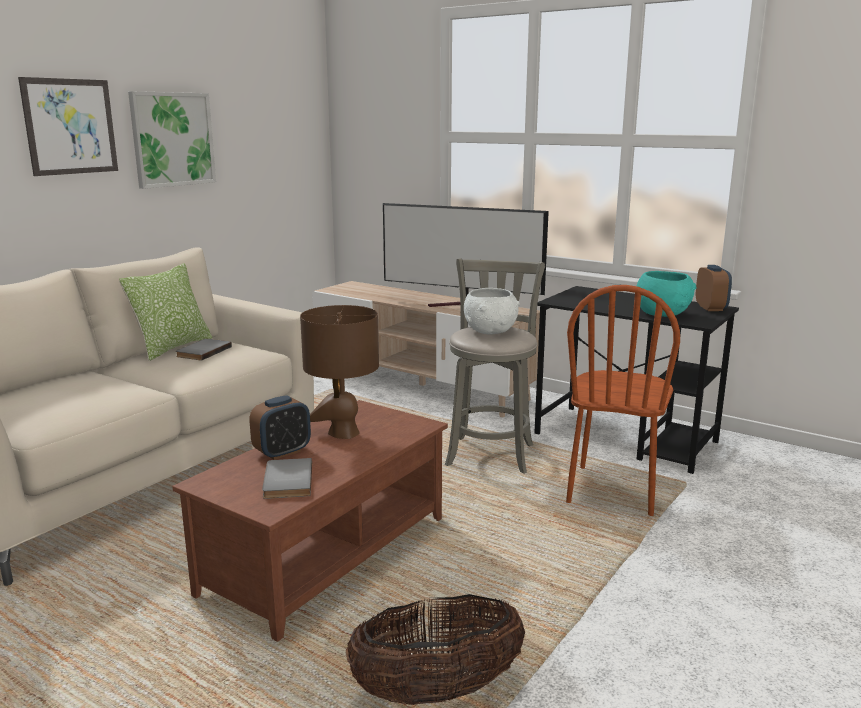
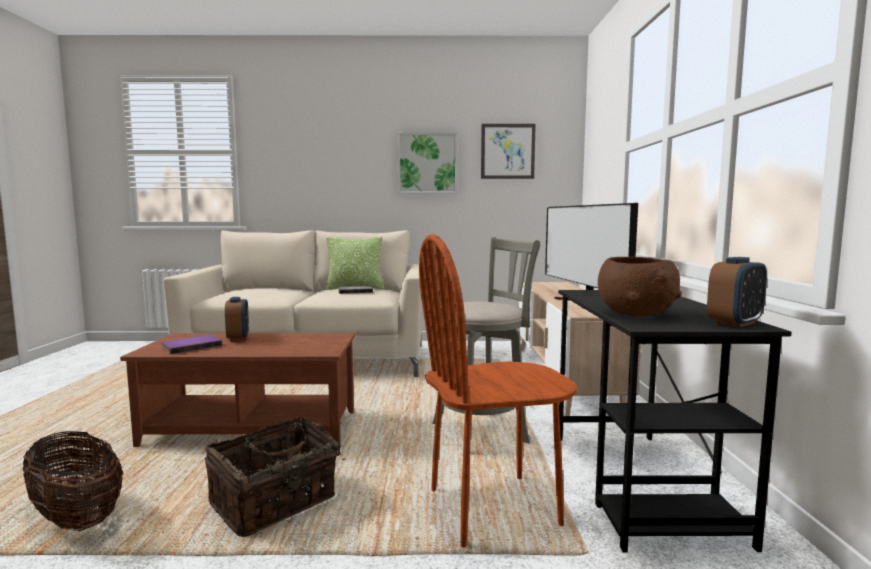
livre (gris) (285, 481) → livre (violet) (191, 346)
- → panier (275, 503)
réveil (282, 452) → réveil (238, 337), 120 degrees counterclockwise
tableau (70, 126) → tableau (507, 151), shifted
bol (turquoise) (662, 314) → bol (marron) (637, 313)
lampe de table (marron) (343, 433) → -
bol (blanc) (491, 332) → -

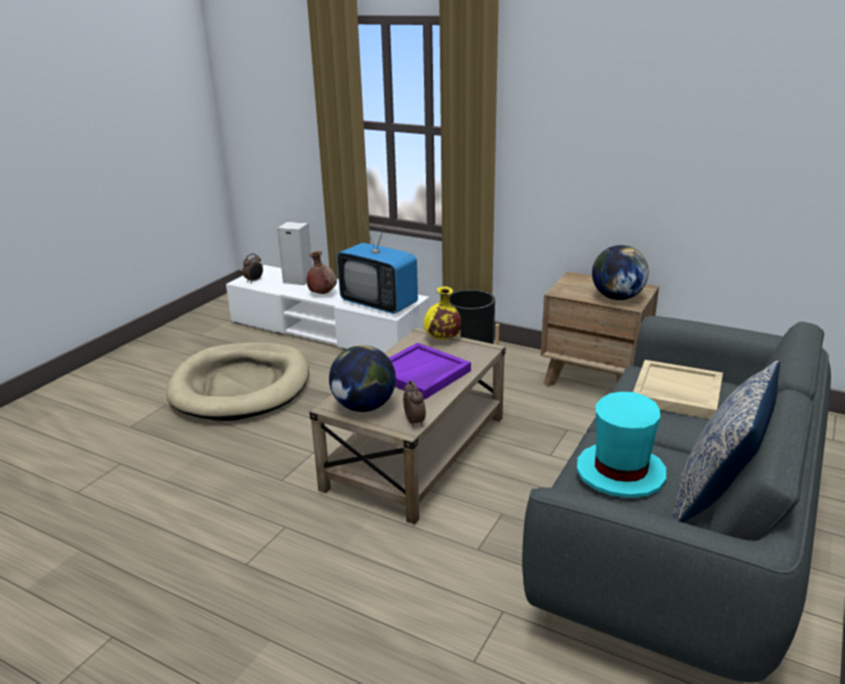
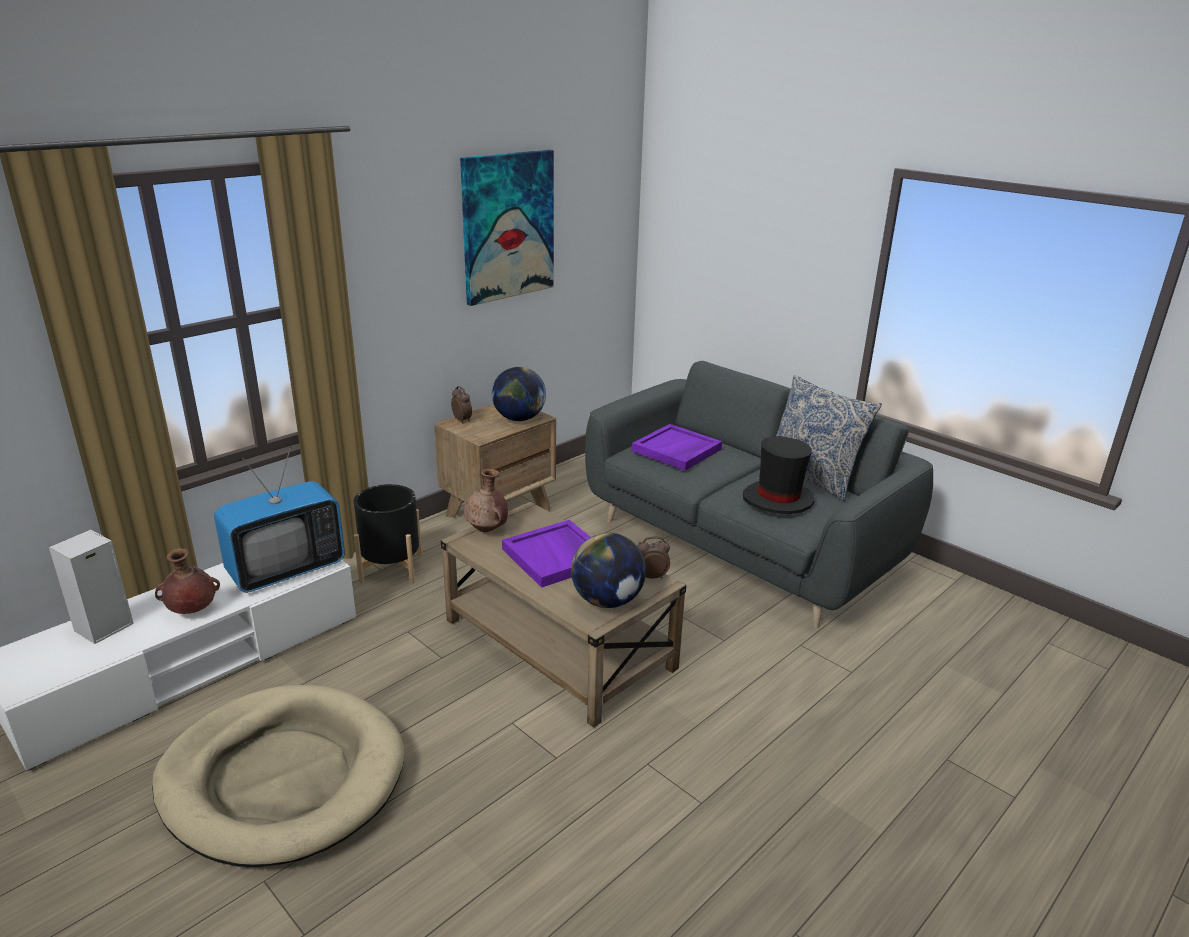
réveil (254, 281) → réveil (462, 420), shifted
- → tableau (508, 226)
vase (jaune) (442, 339) → vase (marron) (487, 530)
plateau (beige) (676, 393) → plateau (violet) (676, 450)
chapeau (turquoise) (620, 472) → chapeau (noir) (778, 499)

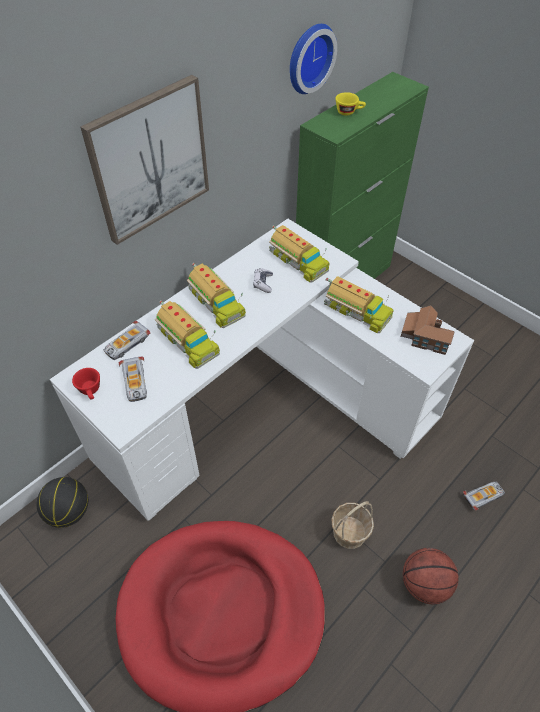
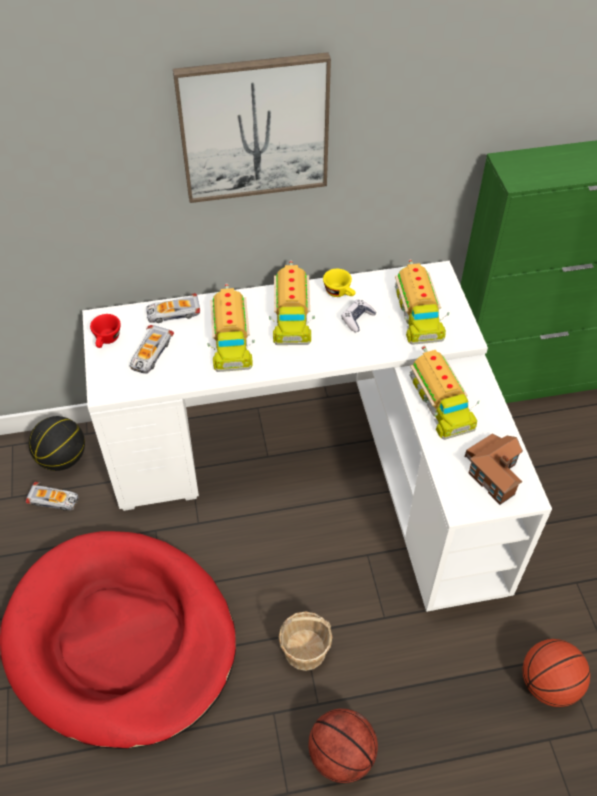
petite voiture (483, 496) → petite voiture (54, 500), shifted
tasse (jaune) (349, 112) → tasse (jaune) (340, 293), shifted
- → ballon de basket (548, 684)
horloge murale (308, 57) → -

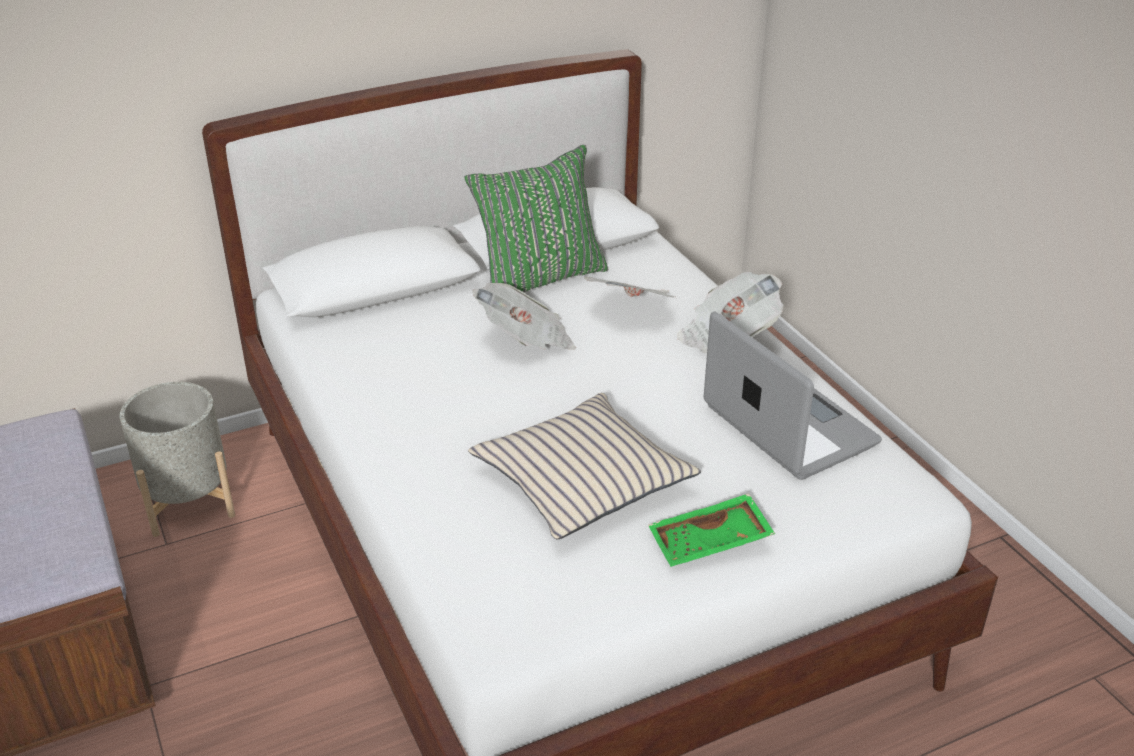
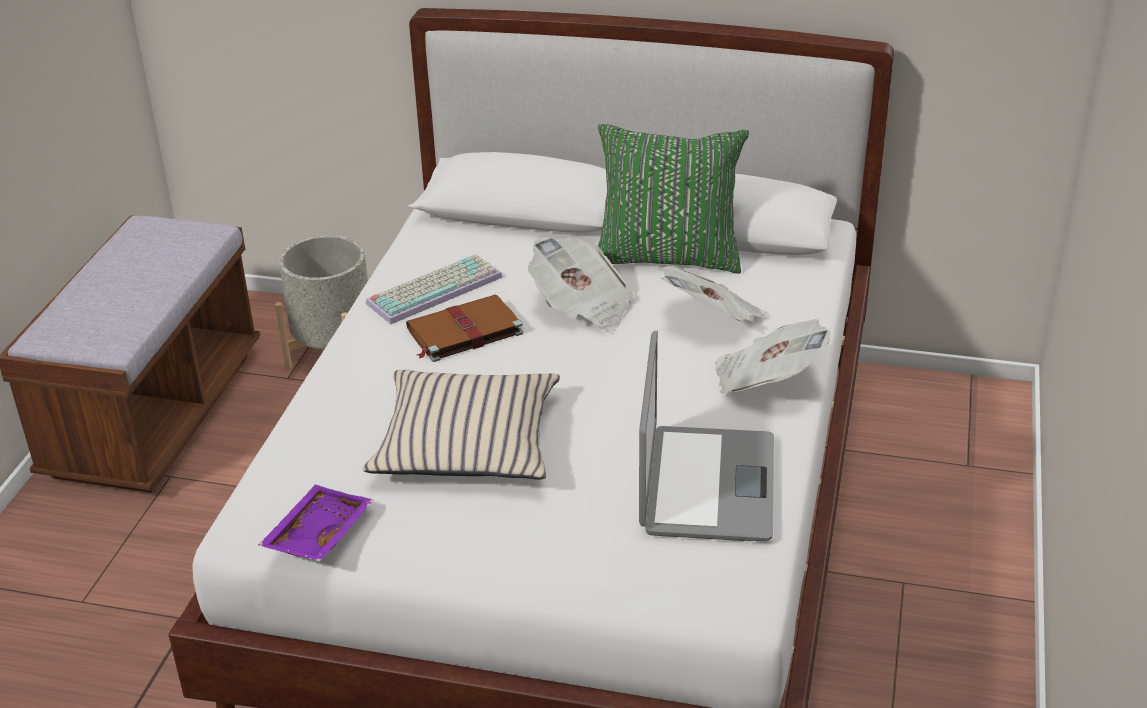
- → plateau (violet) (317, 534)
- → clavier (434, 288)
- → livre (marron) (463, 332)
plateau (vert) (710, 543) → -

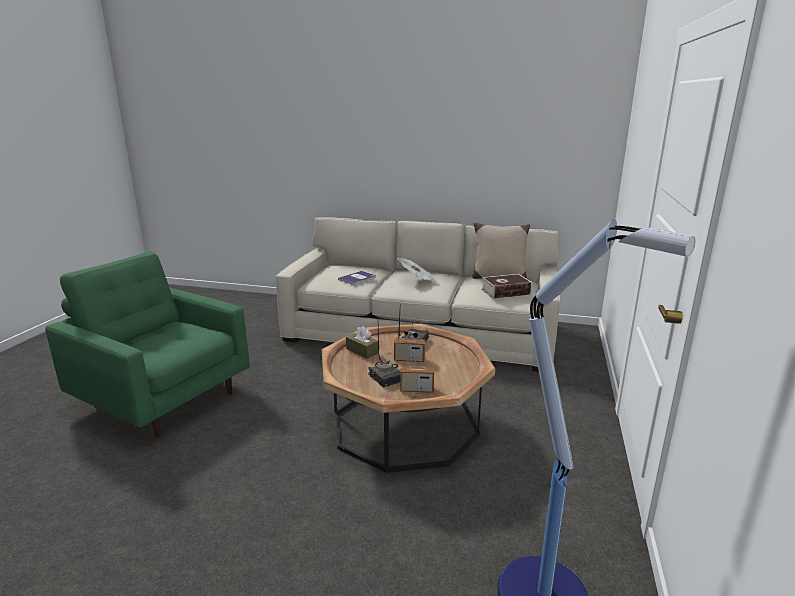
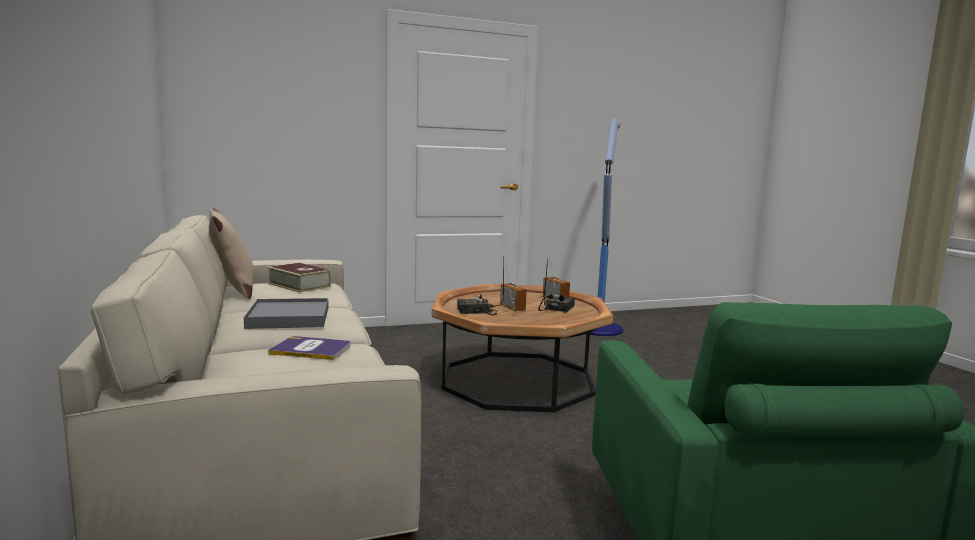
journal (418, 281) → plateau (gris) (288, 317)
boîte à mouchoirs (marron) (362, 351) → -

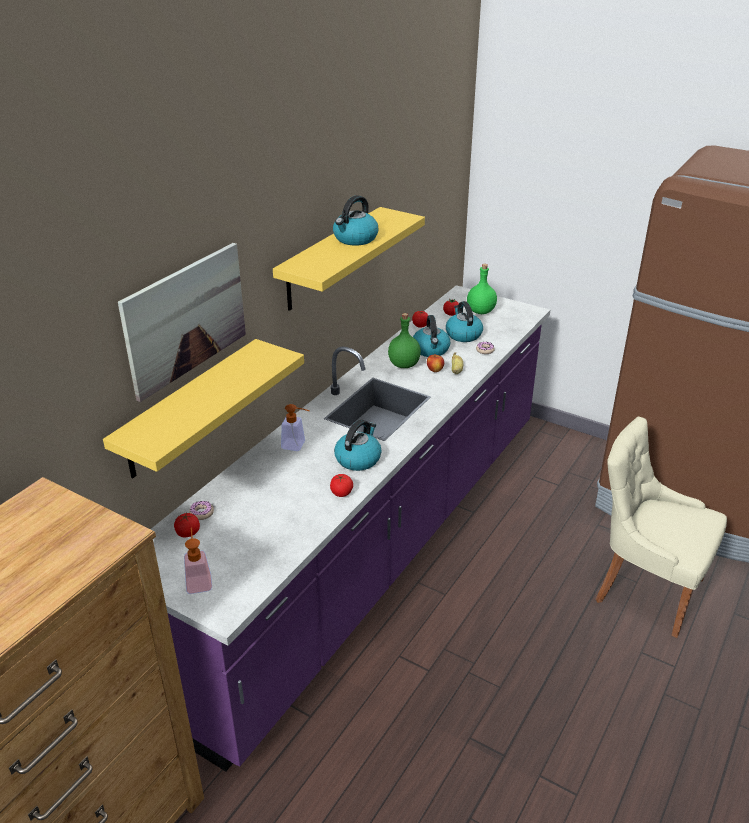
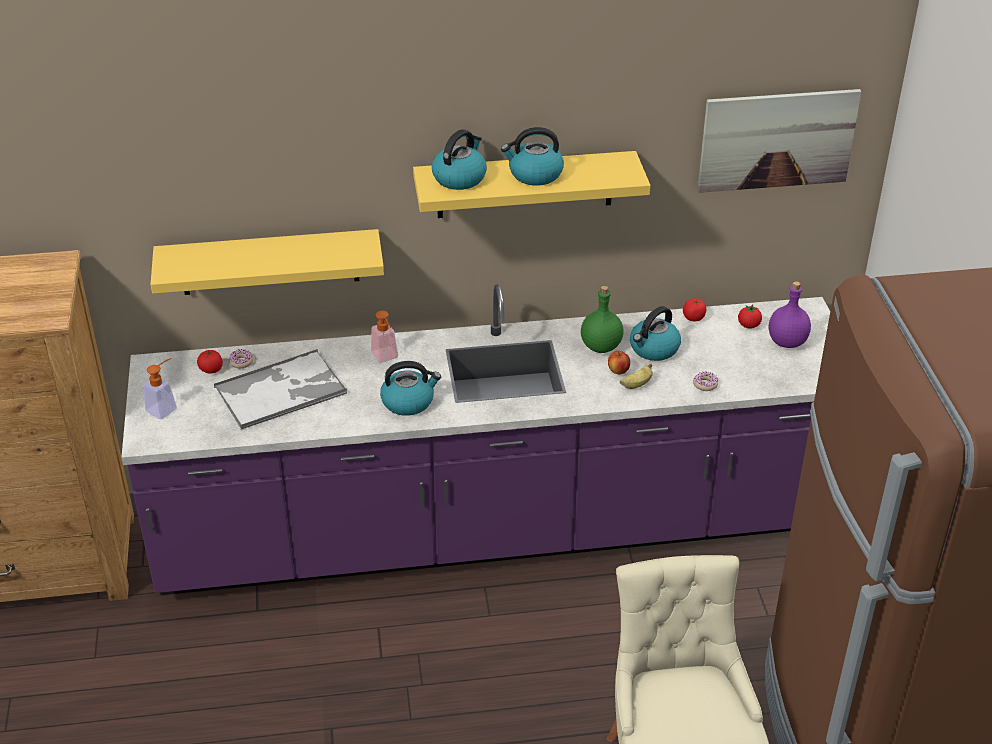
- → plateau (281, 390)
bouilloire (463, 334) → bouilloire (459, 178), shifted
tableau (186, 319) → tableau (777, 140), shifted
bouteille (vert) (481, 311) → bouteille (violet) (786, 342)
tomate (341, 493) → -

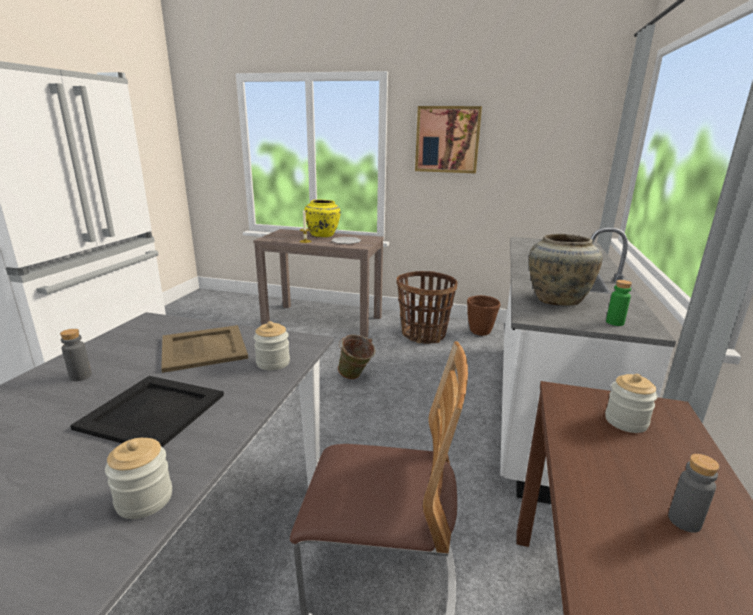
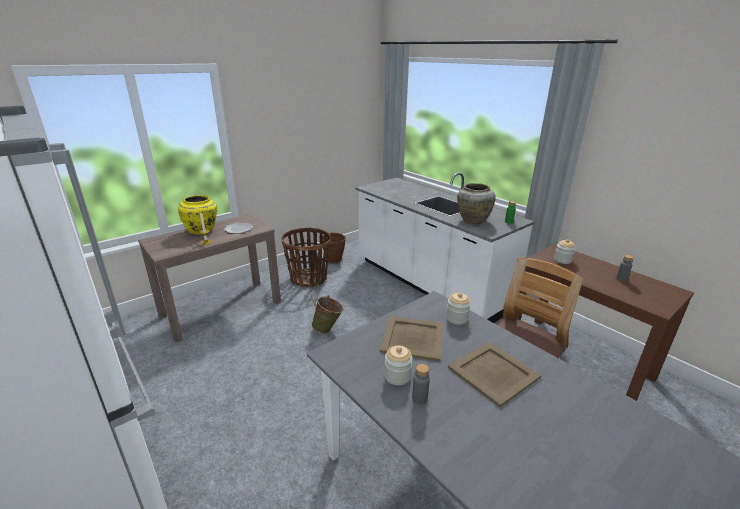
bocal (144, 499) → bocal (397, 376), shifted
plateau (noir) (151, 411) → plateau (beige) (493, 373)
tableau (447, 139) → -

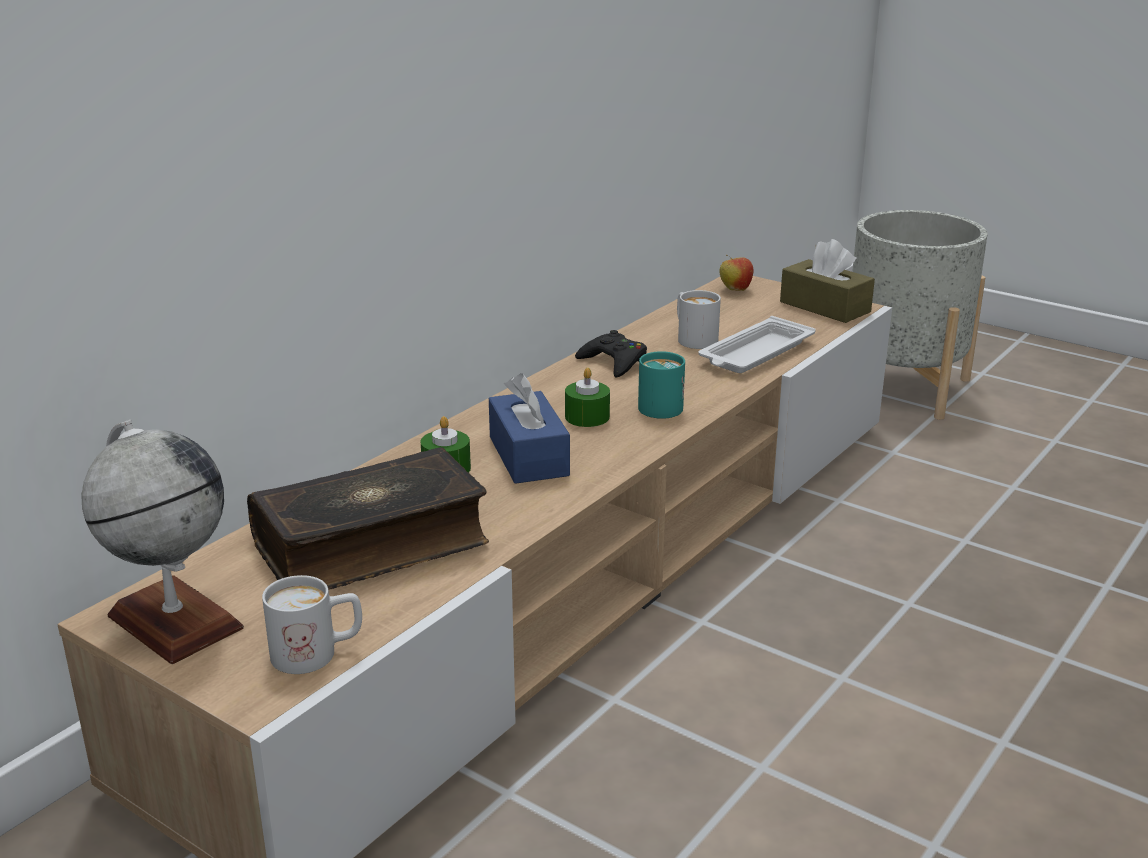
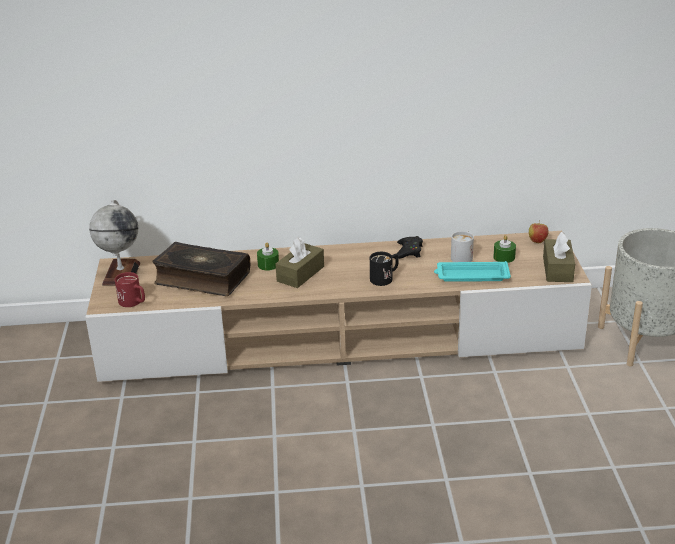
mug (blanc) (317, 653) → mug (rouge) (133, 302)
boîte à mouchoirs (bleu) (528, 456) → boîte à mouchoirs (marron) (300, 274)
mug (turquoise) (660, 404) → mug (noir) (385, 278)
plateau (blanc) (755, 354) → plateau (turquoise) (471, 276)
bougie (vert) (587, 417) → bougie (vert) (504, 257), shifted

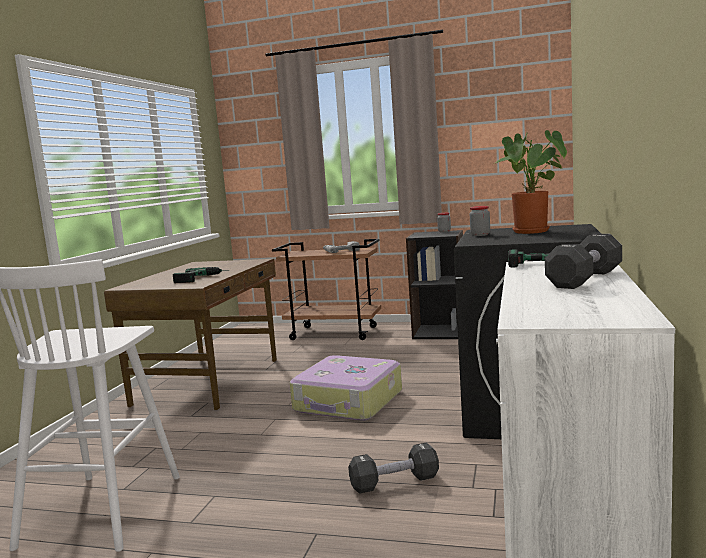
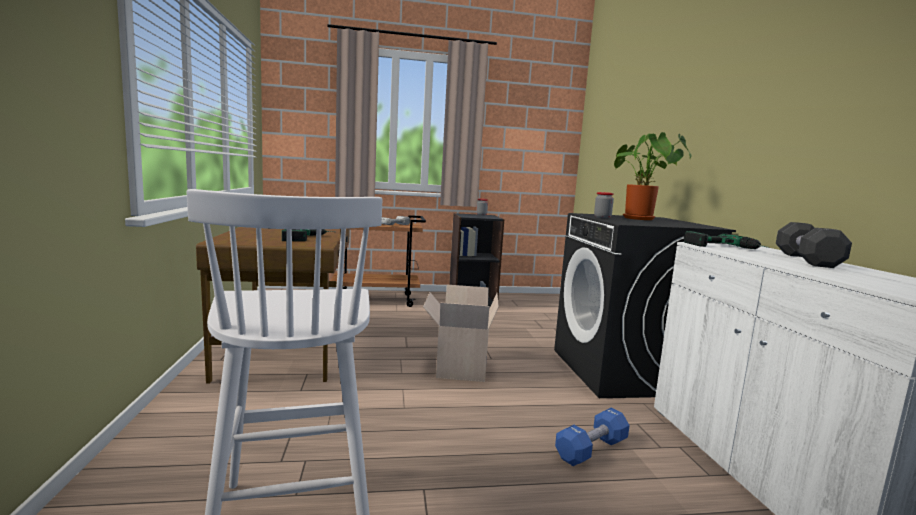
valise (348, 402) → carton (459, 367)
haltère (noir) (394, 482) → haltère (bleu) (591, 449)

